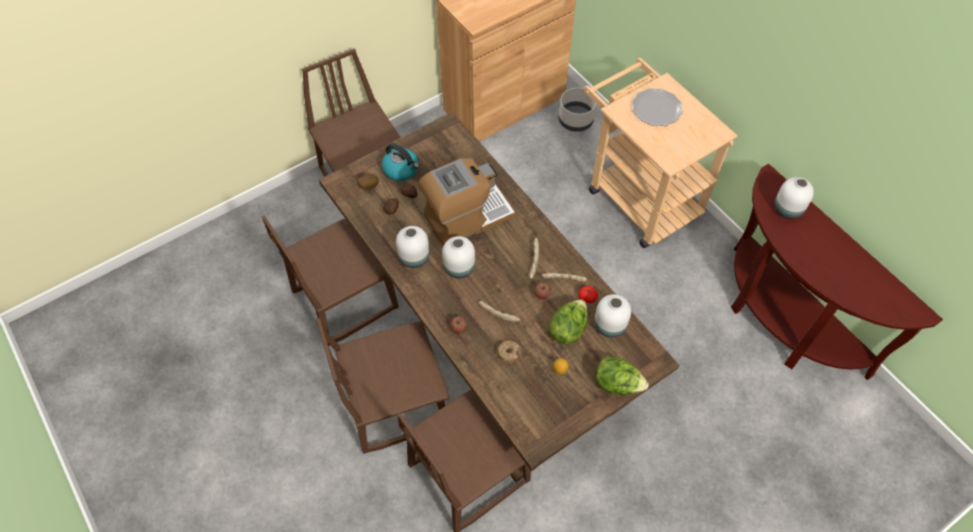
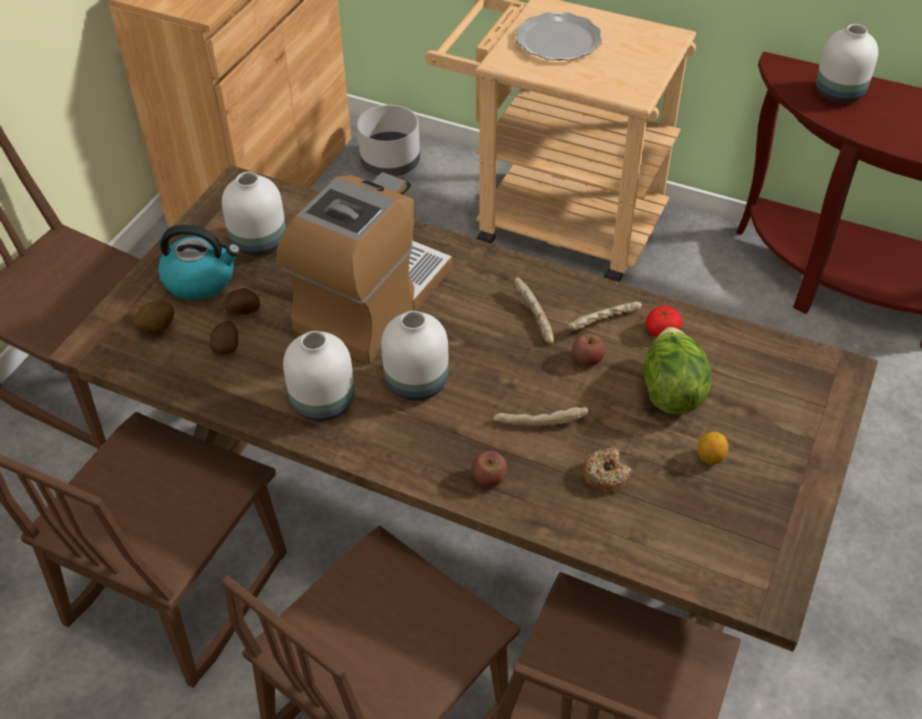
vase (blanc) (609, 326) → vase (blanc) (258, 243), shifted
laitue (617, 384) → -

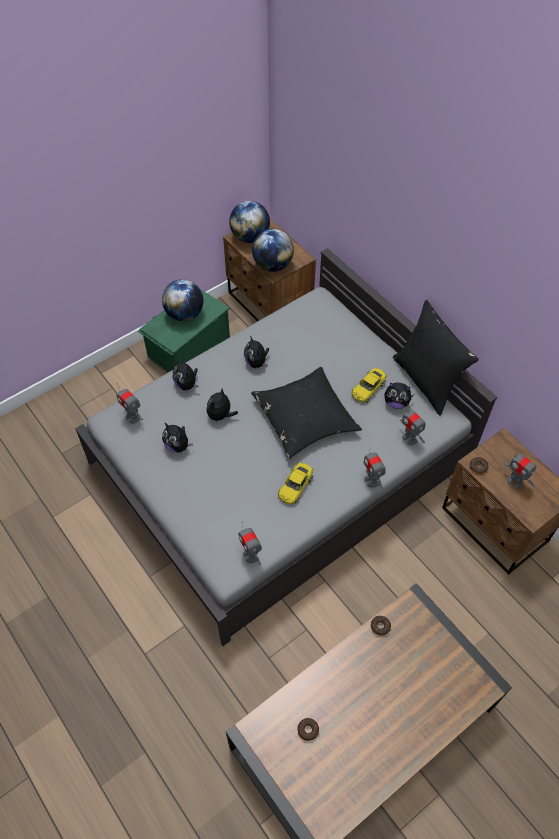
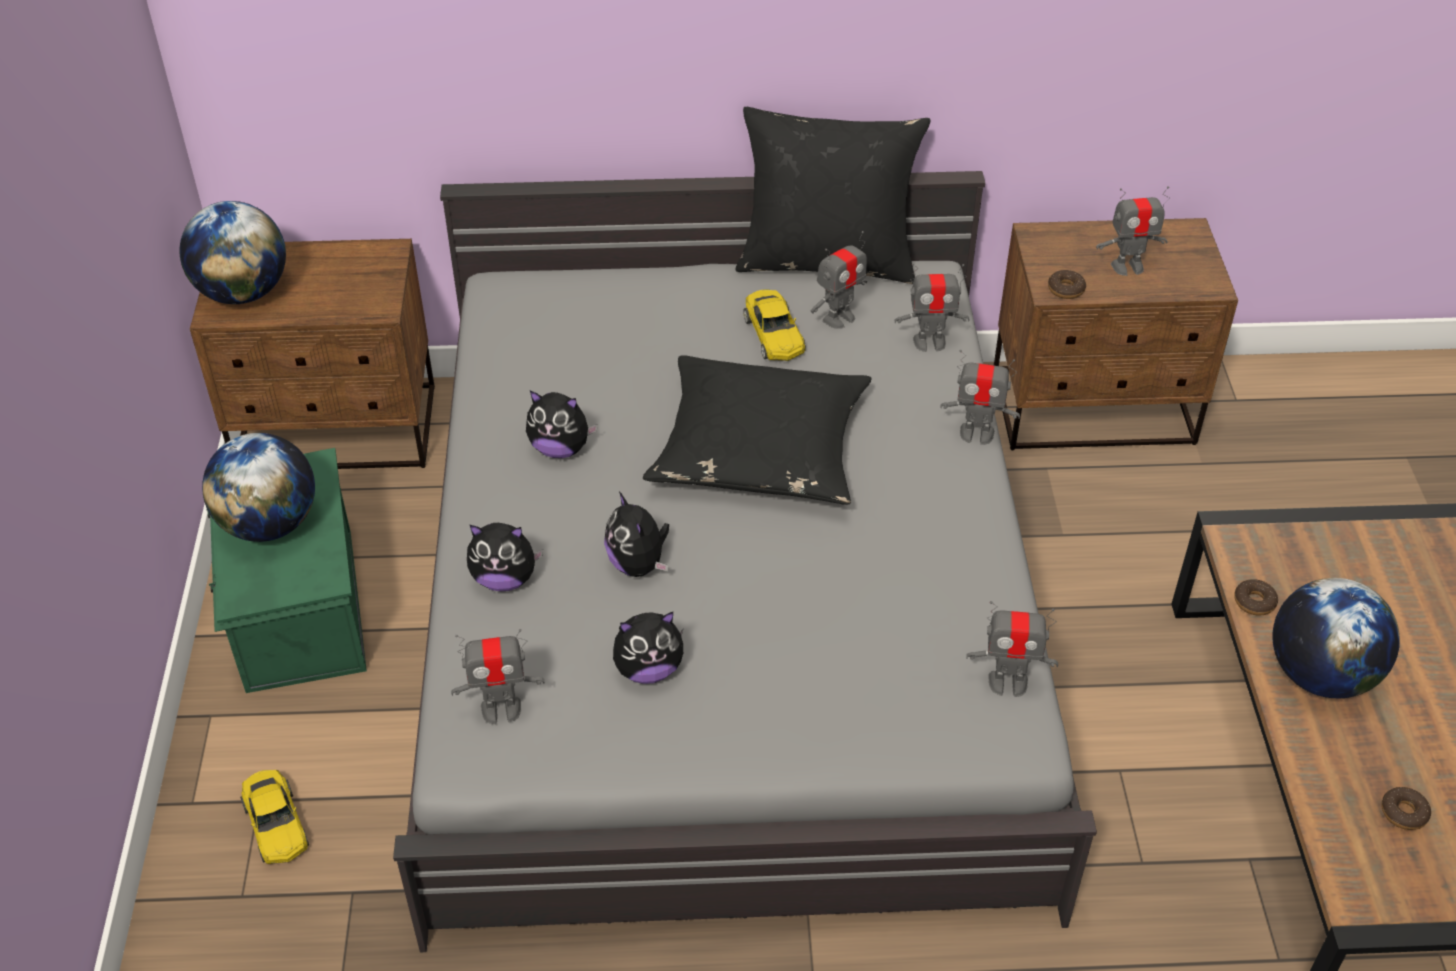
petite voiture (jaune) (295, 486) → petite voiture (jaune) (276, 824), shifted
peluche (396, 403) → robot jouet (839, 318)
globe (272, 265) → globe (1320, 675), shifted

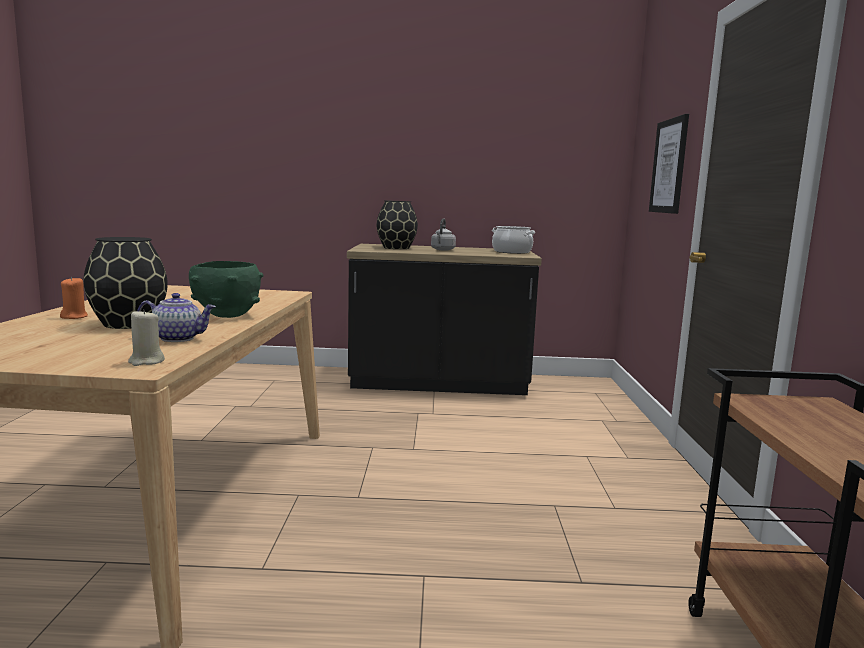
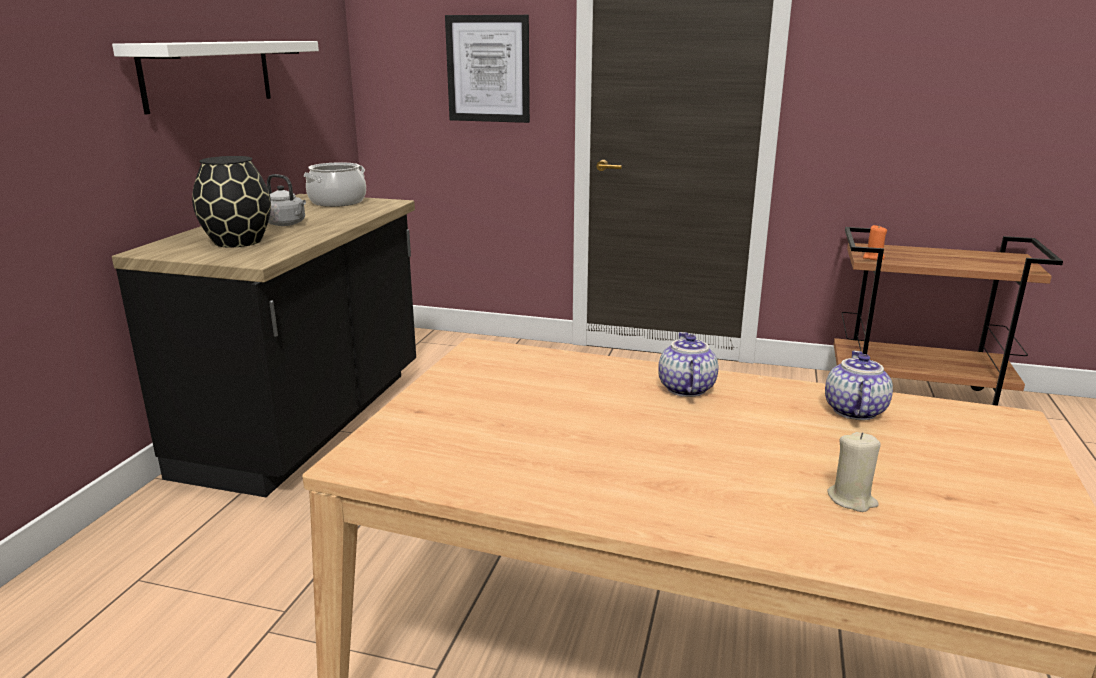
- → étagère (blanc) (208, 74)
bol (vert) (226, 315) → théière (684, 388)
bougie (beige) (146, 362) → bougie (beige) (852, 499), shifted
bougie (orange) (74, 317) → bougie (orange) (873, 258), shifted
vase (noir) (129, 324) → -

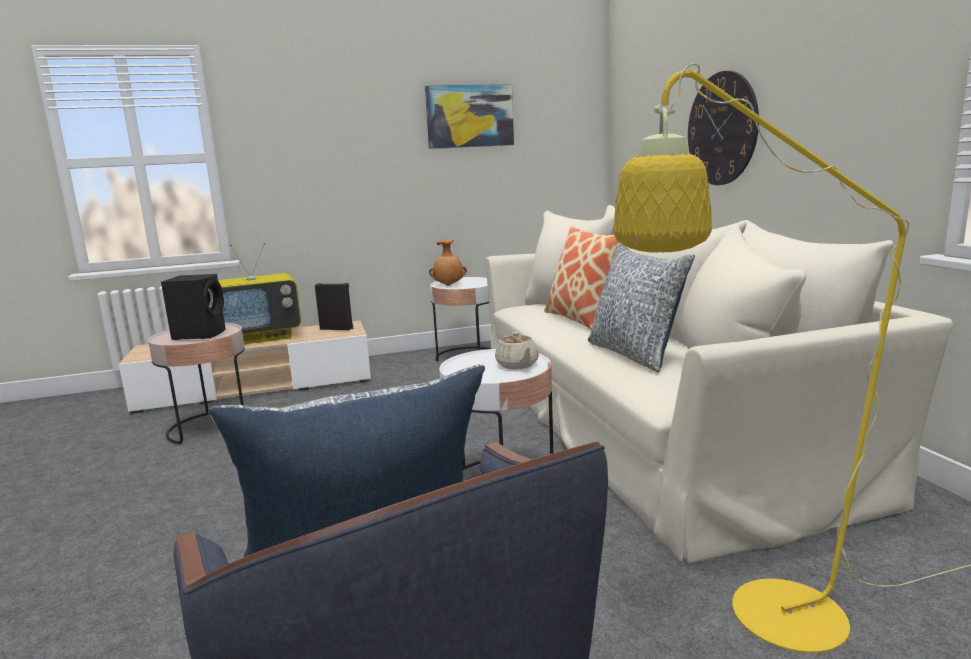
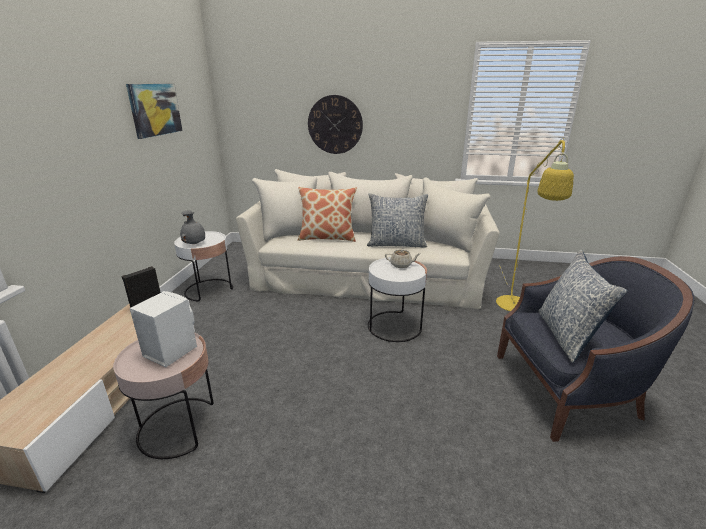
enceinte (noir) (200, 334) → enceinte (blanc) (170, 351)
vase (marron) (448, 285) → vase (gris) (195, 244)
téléviseur (260, 337) → -

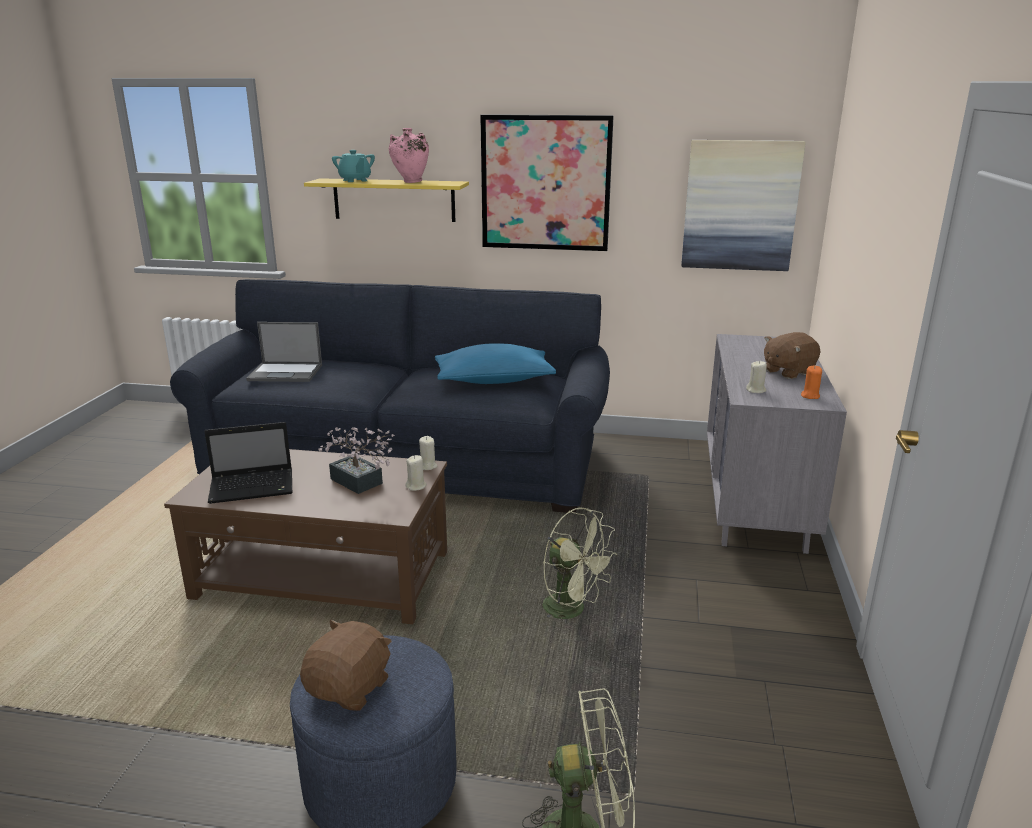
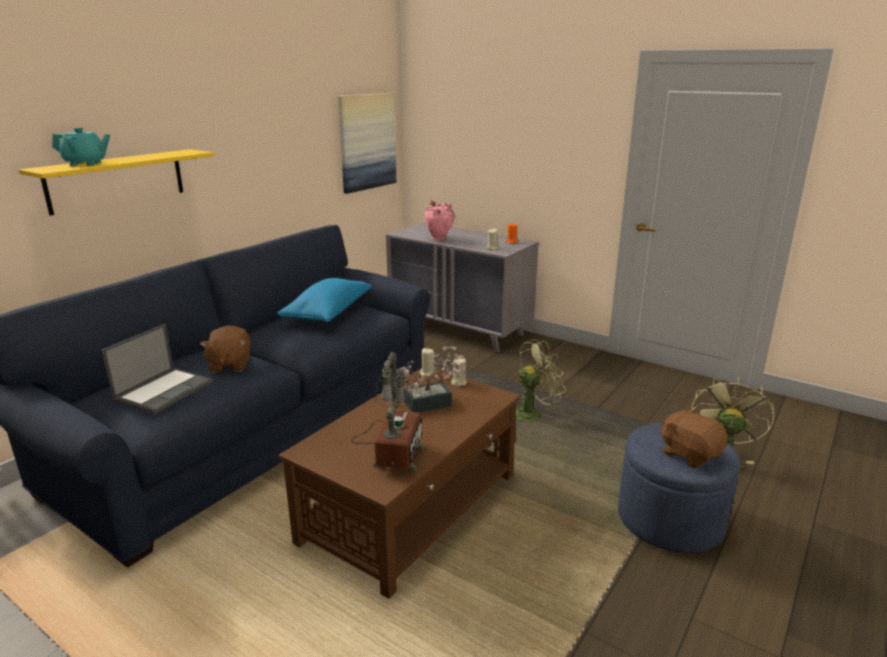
peluche (marron) (787, 372) → peluche (marron) (229, 365), shifted
ordinateur portable (254, 487) → lampe de table (395, 451)
vase (rose) (410, 182) → vase (rose) (439, 239), shifted
tableau (545, 183) → -

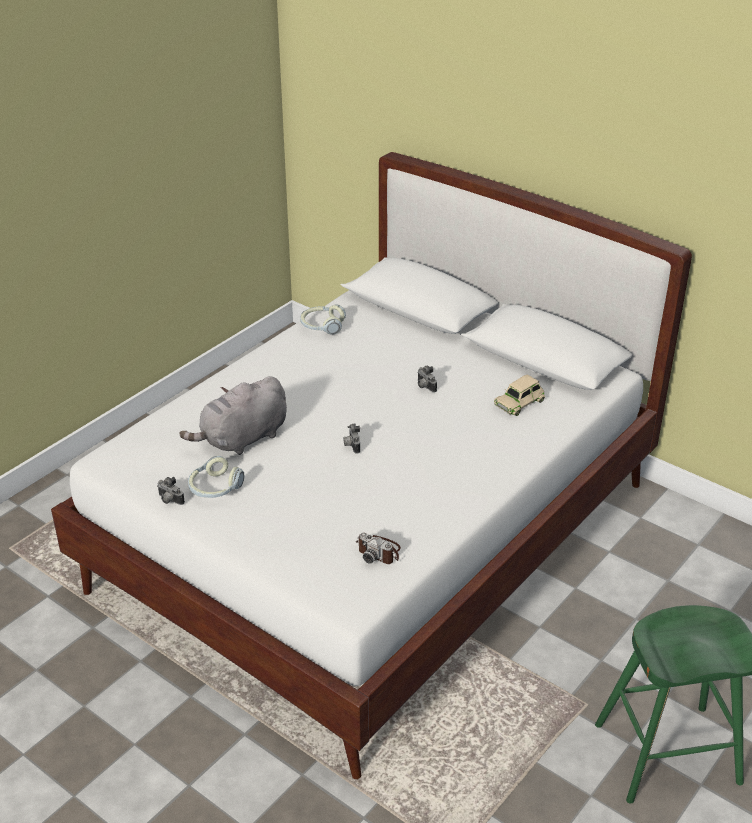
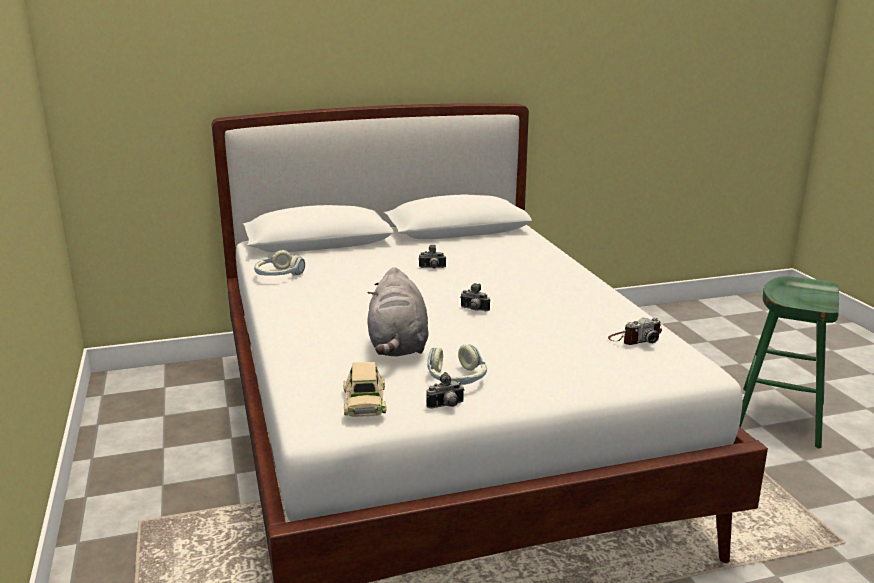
petite voiture (beige) (519, 402) → petite voiture (beige) (364, 401), shifted

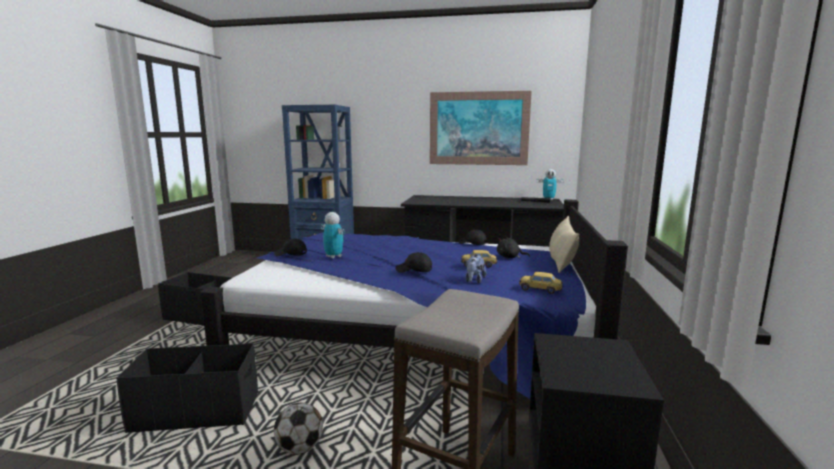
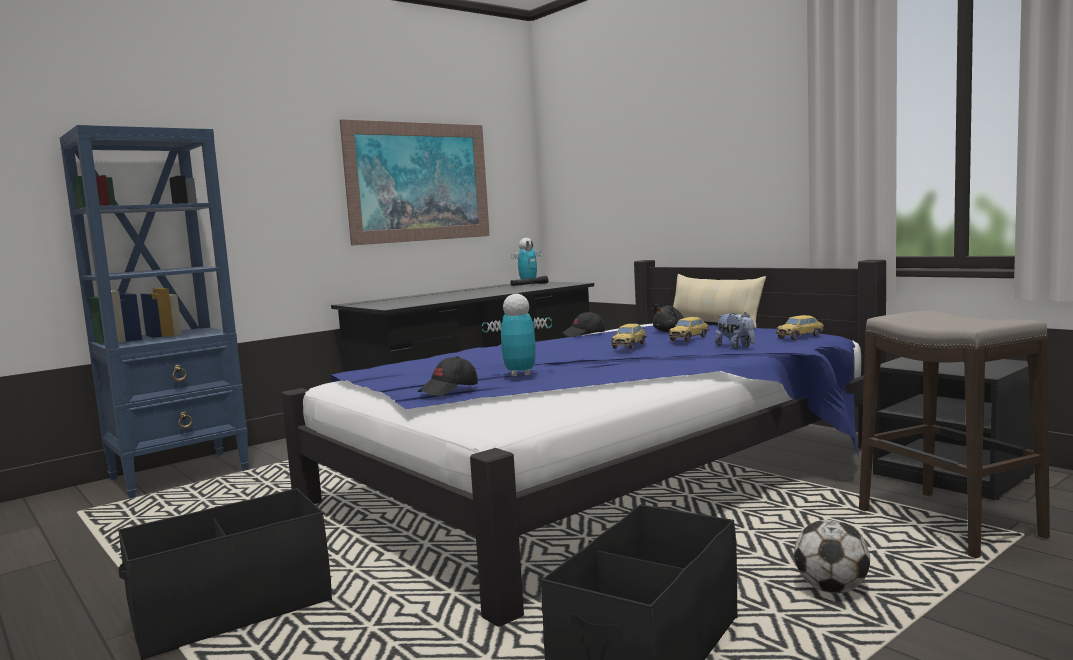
- → petite voiture (629, 346)
casquette (noir) (414, 270) → -

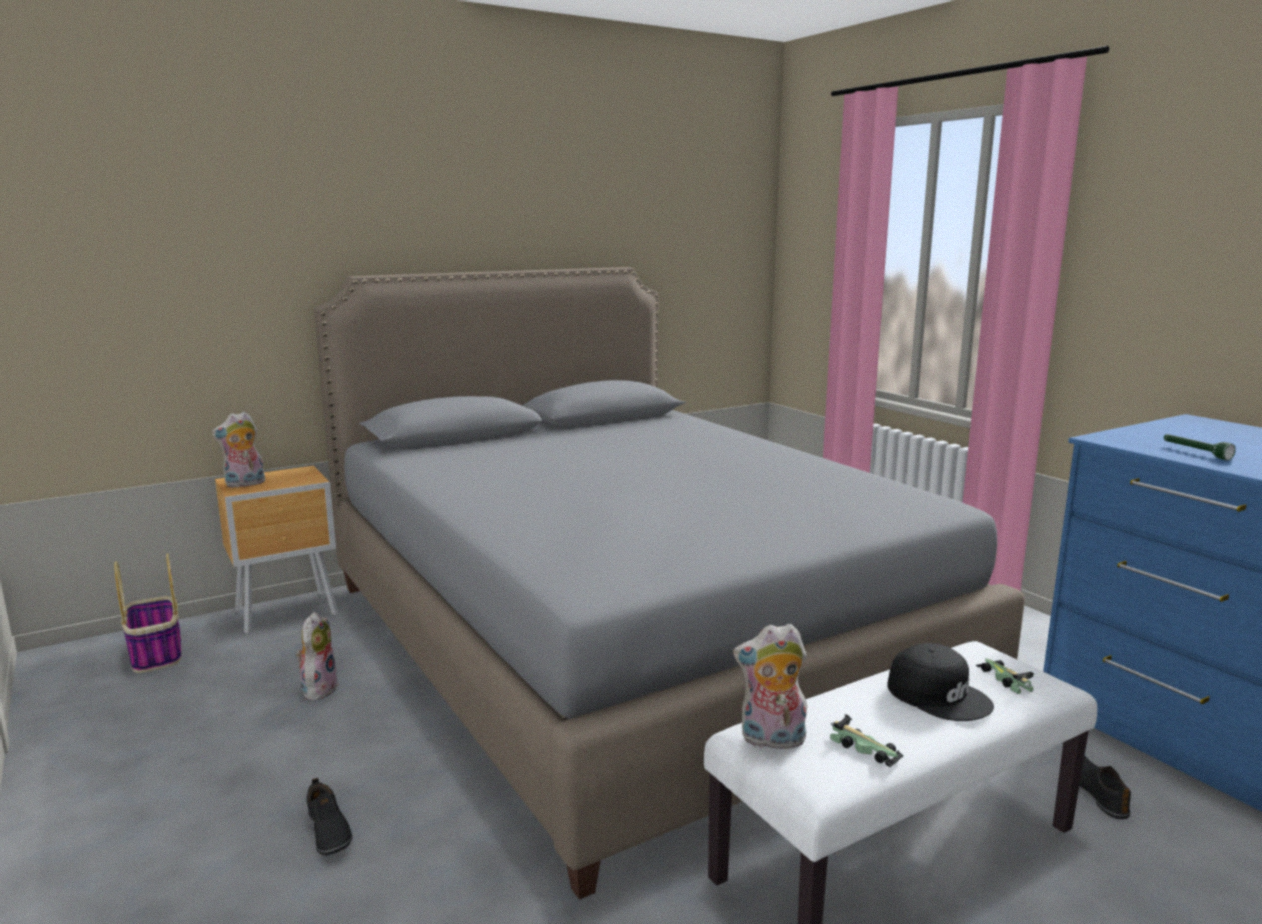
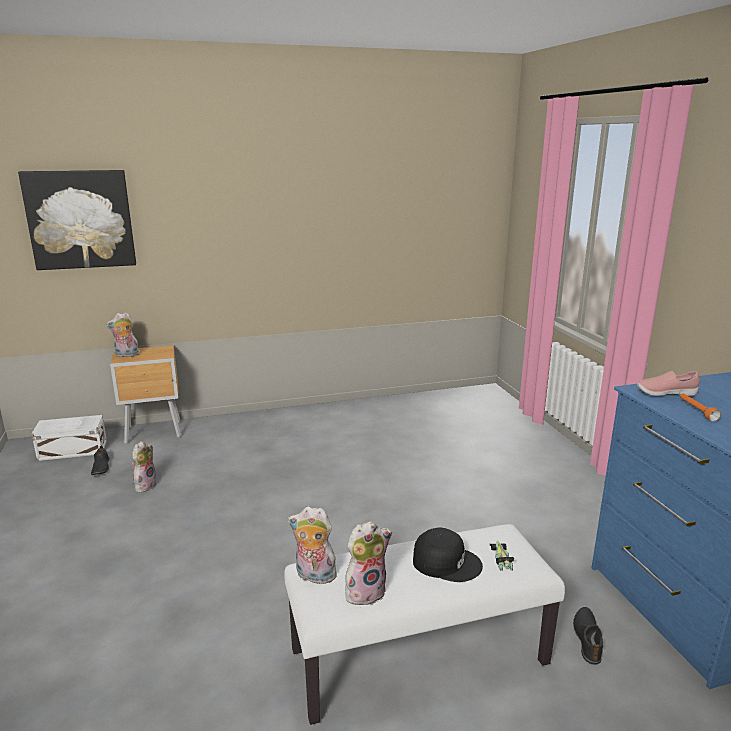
- → tableau (80, 219)
panier (156, 654) → boîte de rangement (blanc) (73, 450)
chaussure (noir) (327, 831) → chaussure (noir) (100, 468), shifted
petite voiture (863, 747) → peluche (365, 591)
casquette (noir) (939, 694) → casquette (noir) (446, 562), 45 degrees counterclockwise
- → chaussure (rose) (665, 394)
lampe de poche (vert) (1195, 452) → lampe de poche (orange) (696, 411)
lit (gris) (624, 644) → -

